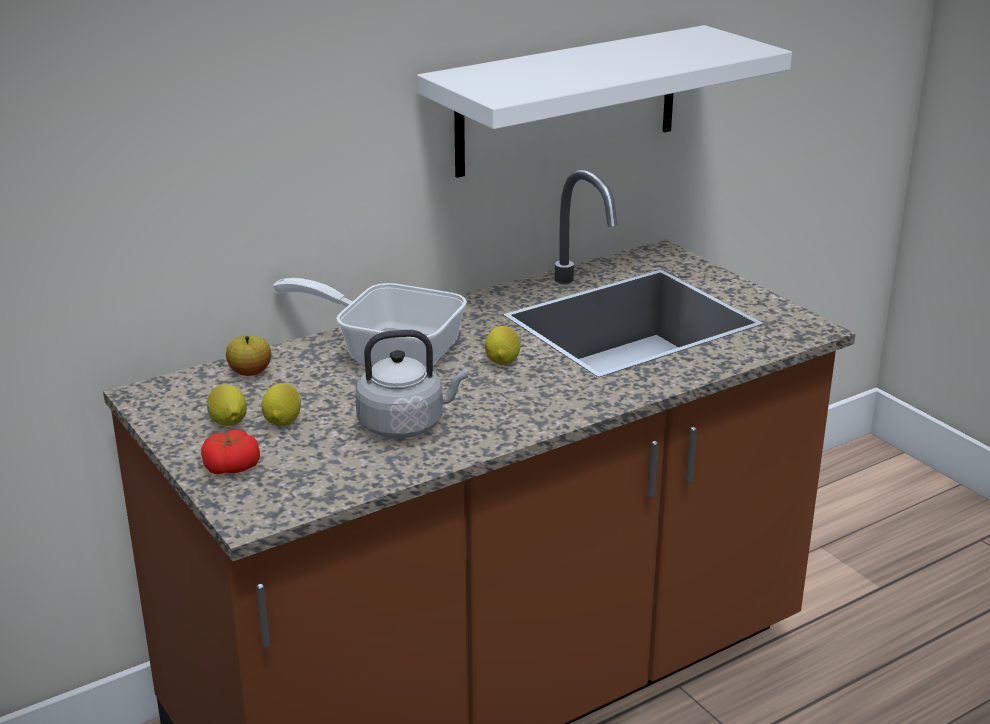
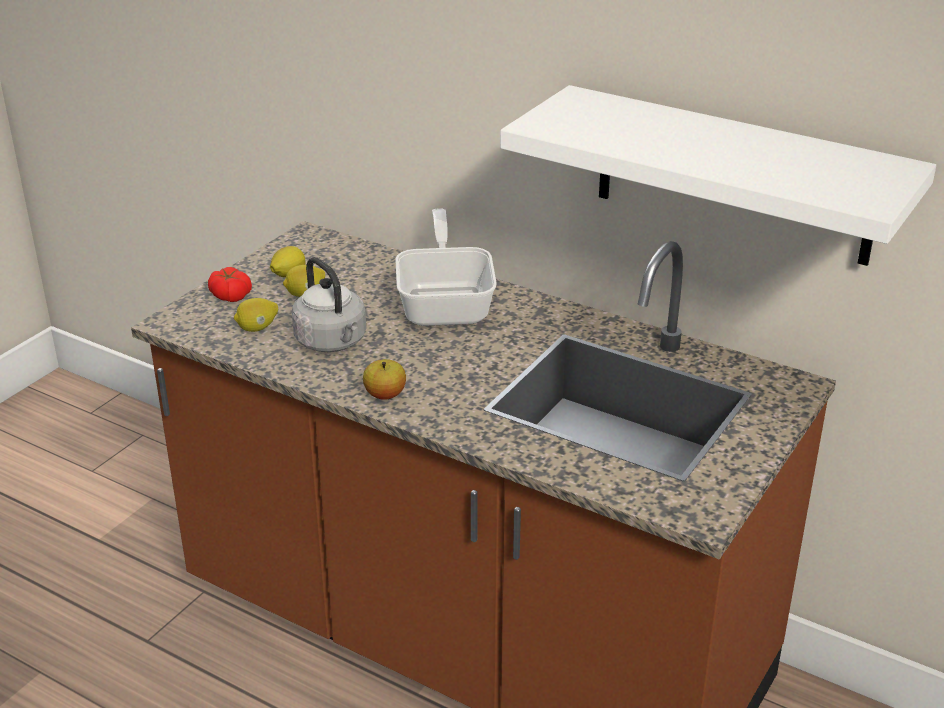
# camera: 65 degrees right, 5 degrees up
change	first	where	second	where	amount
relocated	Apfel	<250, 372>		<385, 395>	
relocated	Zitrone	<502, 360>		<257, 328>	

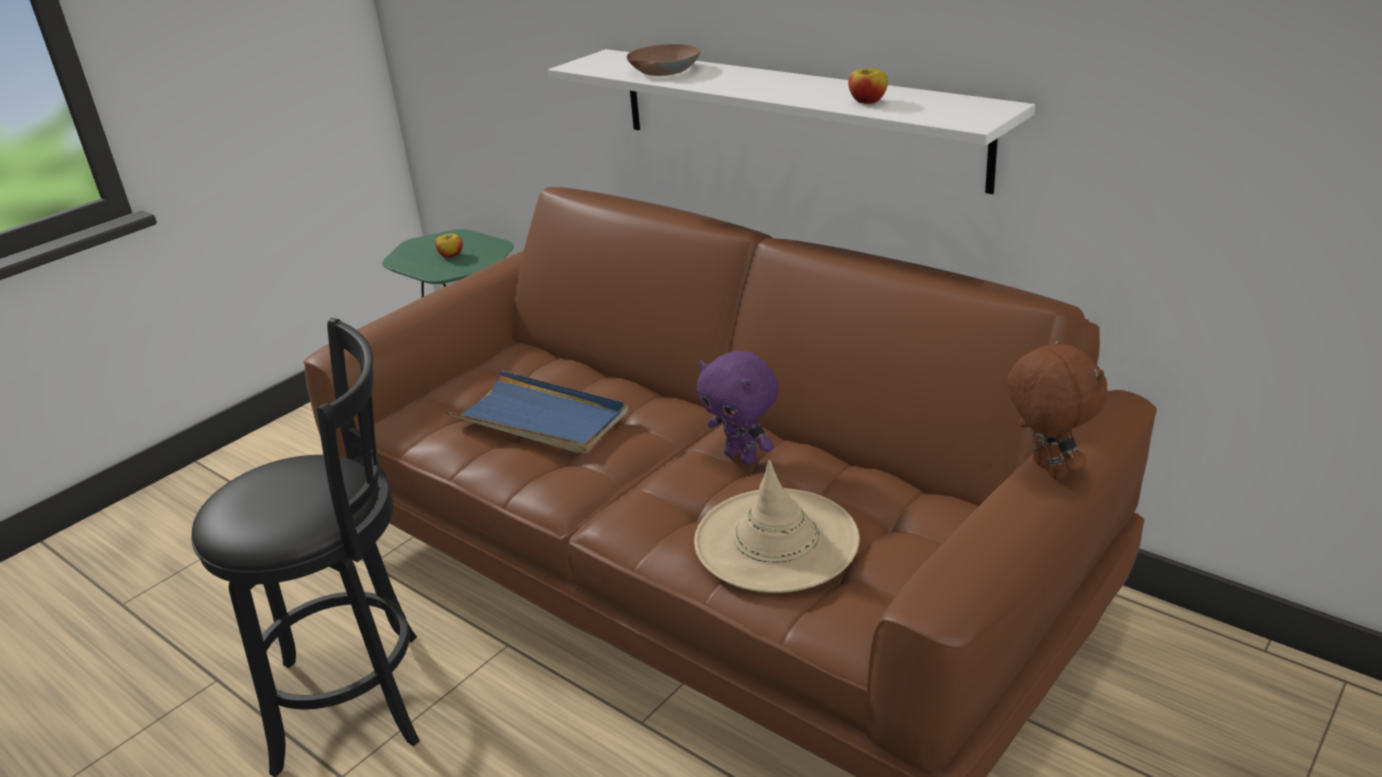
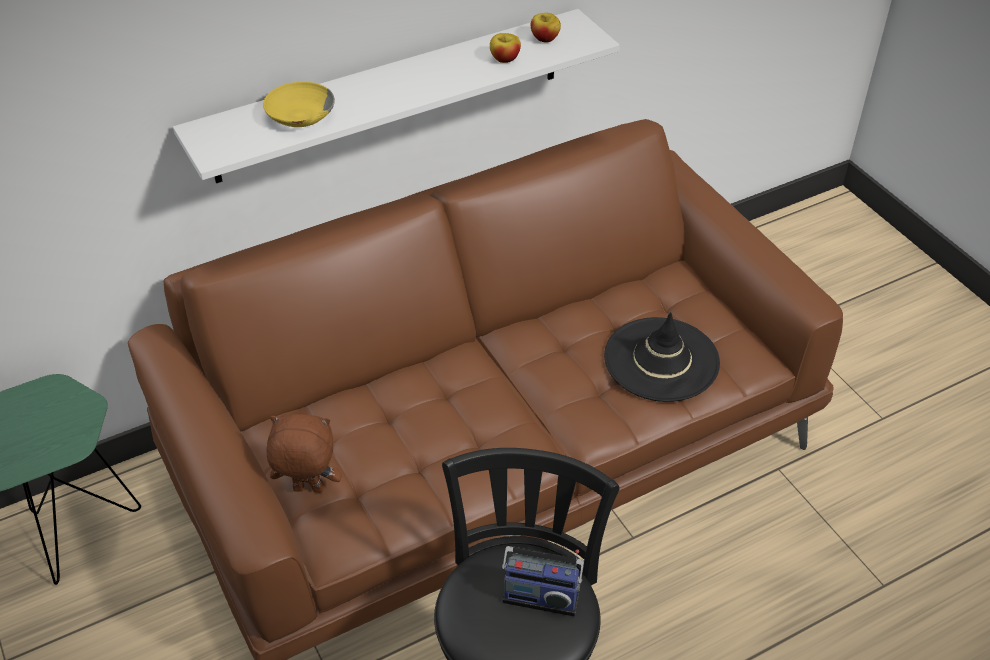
# camera: 70 degrees left, 15 degrees up
change	first	where	second	where	amount
relocated	Apfel	<451, 255>		<545, 38>	
missing	Tablett (blau)	<541, 418>			
colour	Schüssel (braun)	<663, 70>	Schüssel (gelb)	<299, 115>	
colour	Hut (beige)	<776, 540>	Hut (schwarz)	<661, 360>	
missing	Plüschtier (lila)	<742, 457>			
relocated	Plüschtier (braun)	<1046, 470>		<307, 490>	
appeared			Radio	<541, 595>	

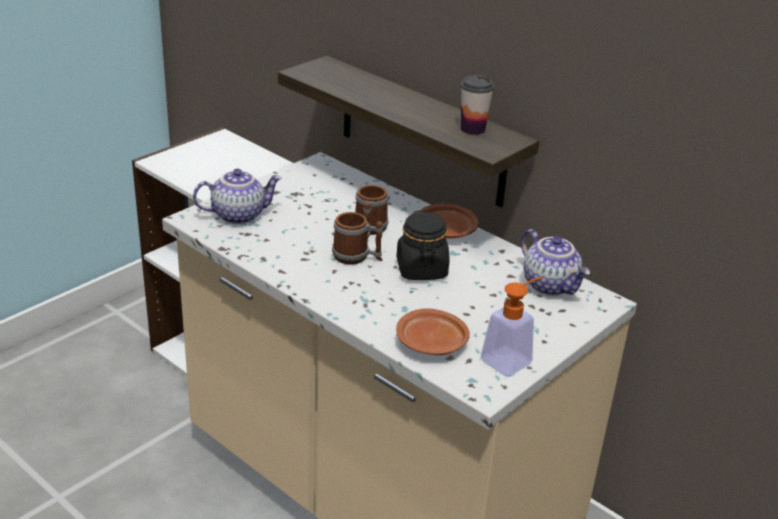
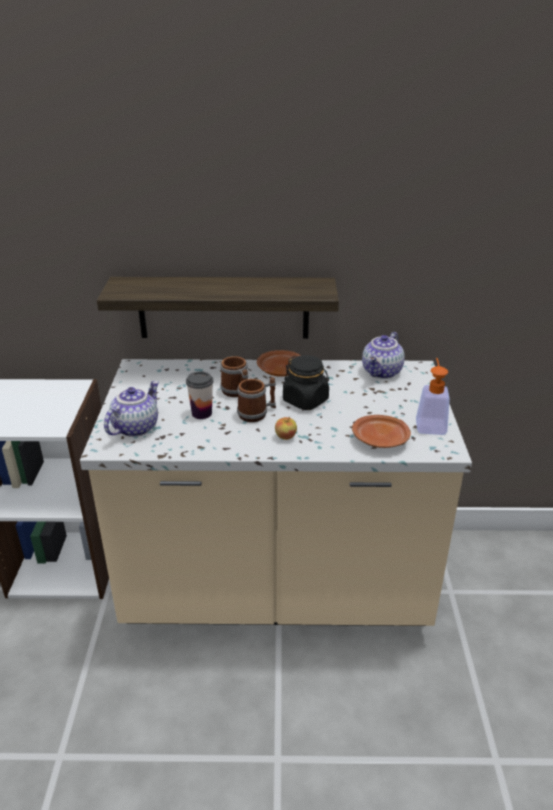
# camera: 40 degrees left, 0 degrees up
change	first	where	second	where	amount
relocated	Tasse	<472, 129>		<201, 413>	
spun	Teekanne	<551, 285>		<382, 372>	105 degrees clockwise
appeared			Apfel	<285, 437>	

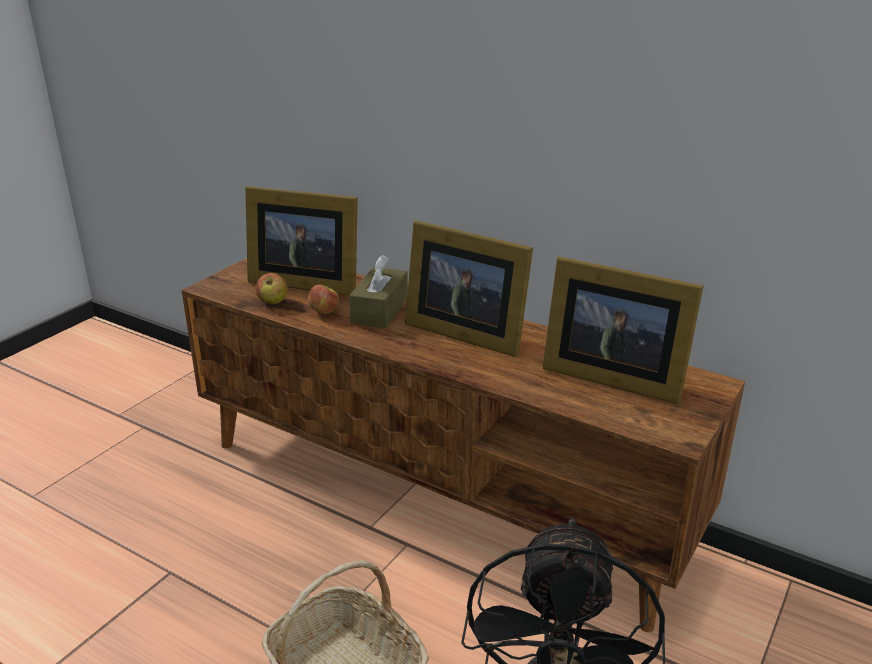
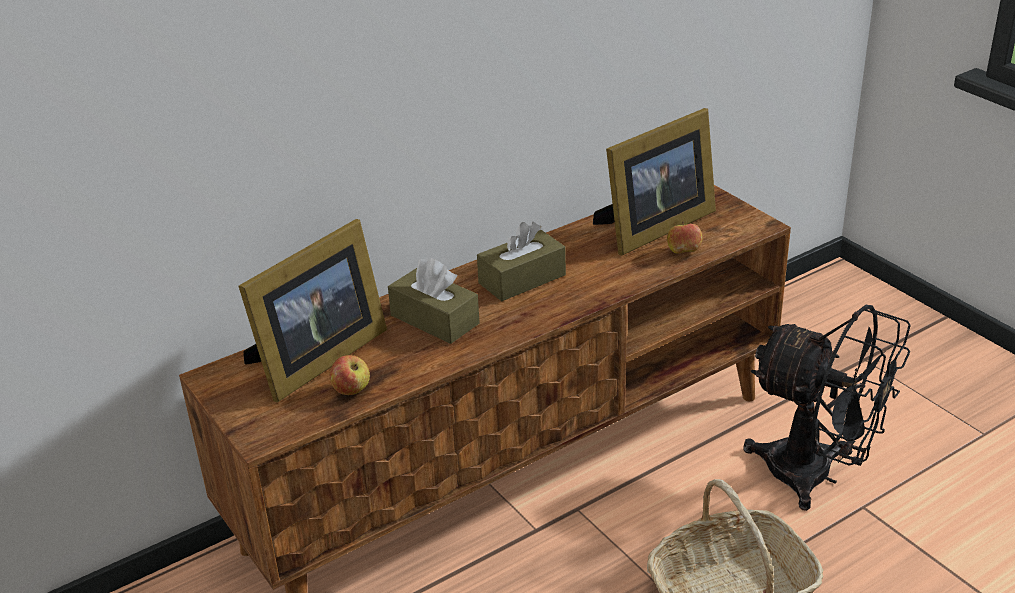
# camera: 65 degrees left, 5 degrees up
change	first	where	second	where	amount
relocated	Apfel	<324, 312>		<683, 252>	
exchanged	Bilderrahmen	<464, 331>	Taschentuchbox (braun)	<522, 279>	

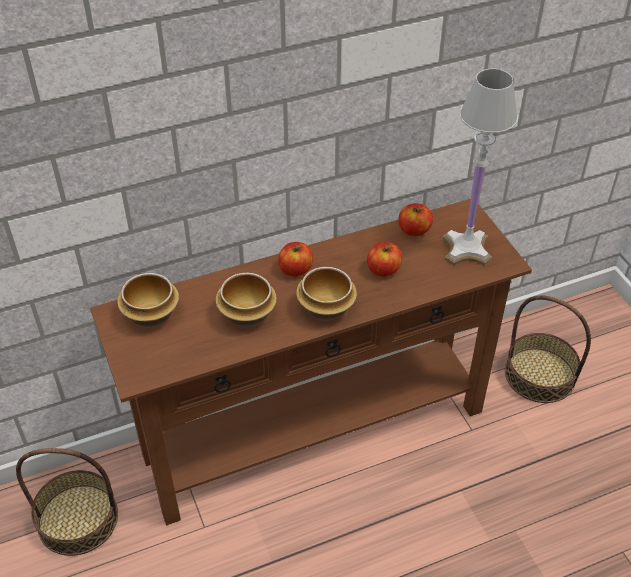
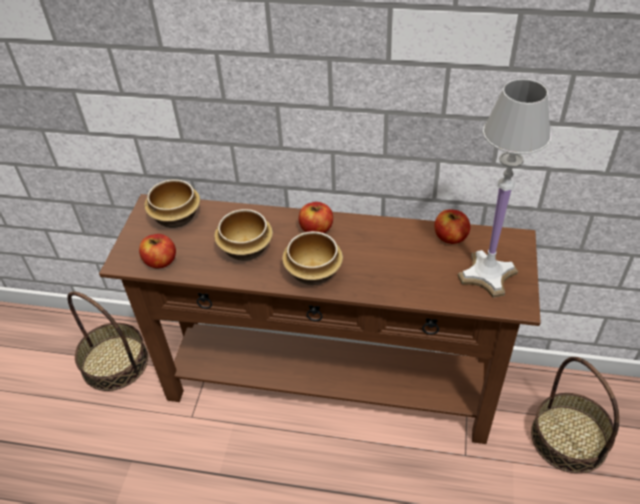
# camera: 35 degrees right, 0 degrees up
change	first	where	second	where	amount
relocated	Apfel	<383, 270>		<161, 261>	

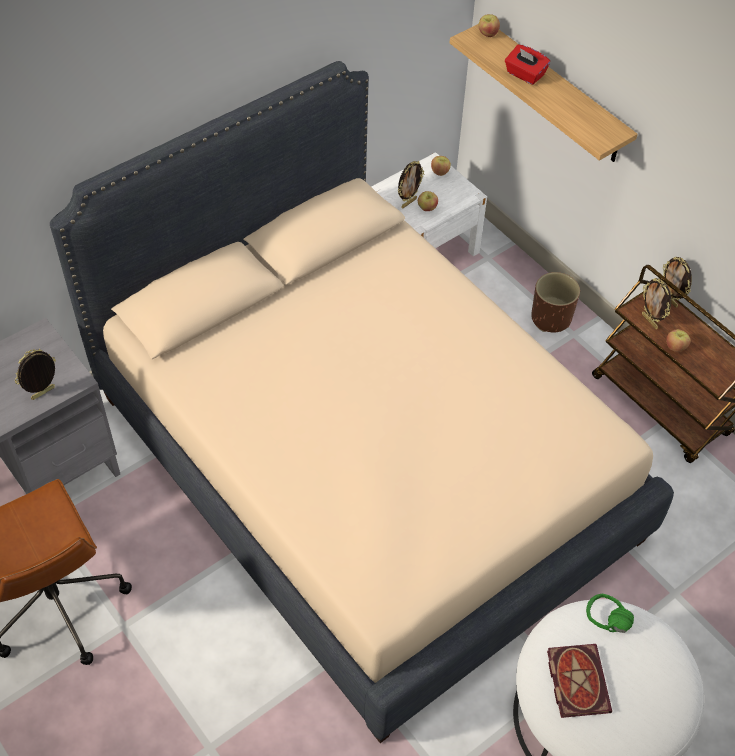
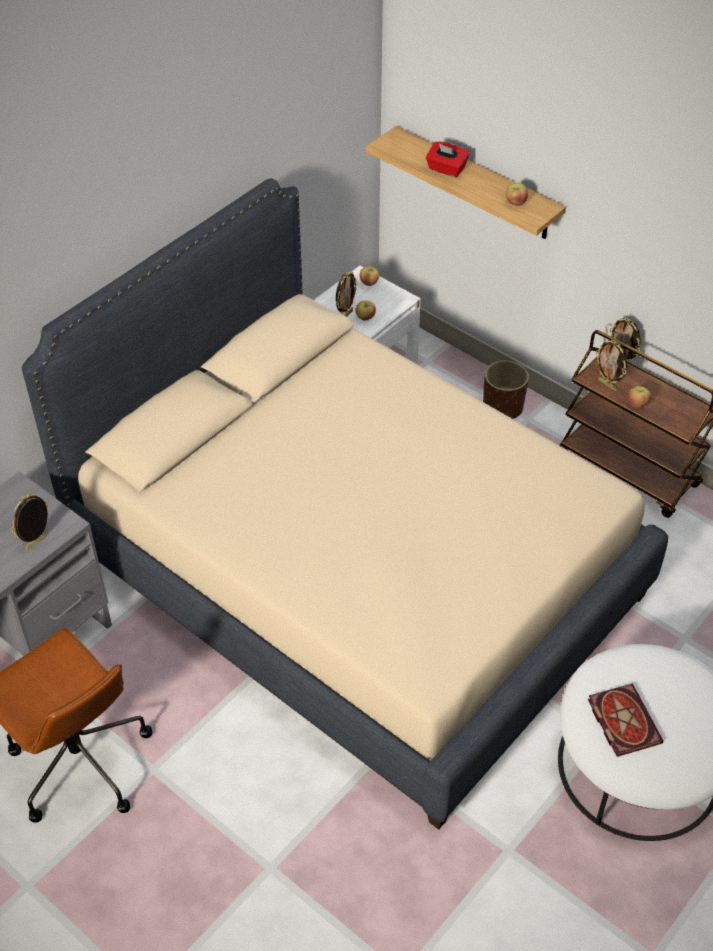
# camera: 10 degrees left, 5 degrees down
change	first	where	second	where	amount
relocated	Apfel	<488, 34>		<515, 202>	
missing	Kopfhörer (grün)	<605, 624>			

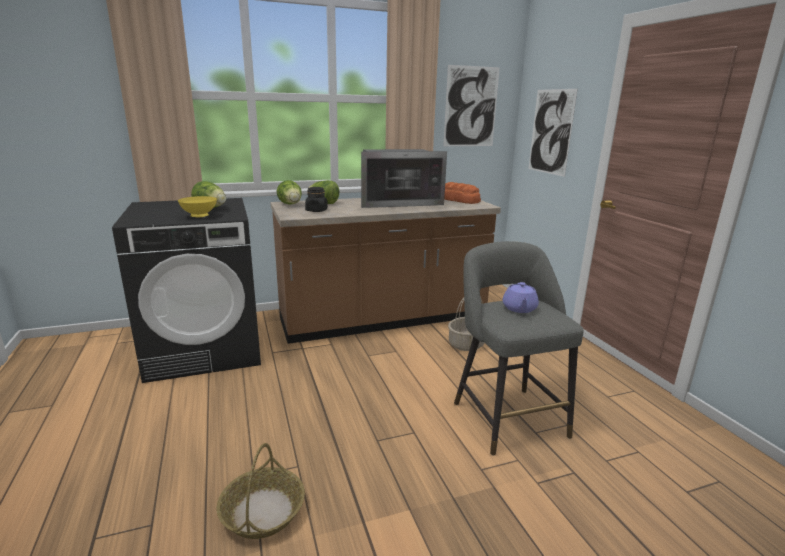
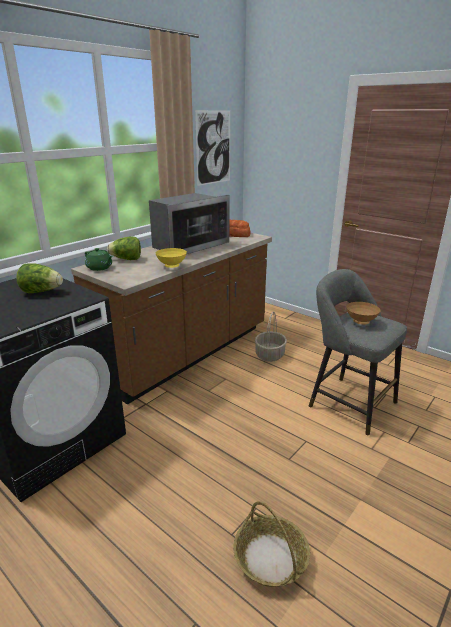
# camera: 30 degrees left, 5 degrees up
change	first	where	second	where	amount
relocated	Schüssel (gelb)	<199, 217>		<172, 266>	
exchanged	Salatkopf	<291, 205>	Teekanne (grün)	<100, 268>	
missing	Vorratsglas (schwarz)	<316, 210>			
exchanged	Teekanne (lila)	<519, 309>	Schüssel (braun)	<361, 322>	
missing	Bild	<551, 132>			

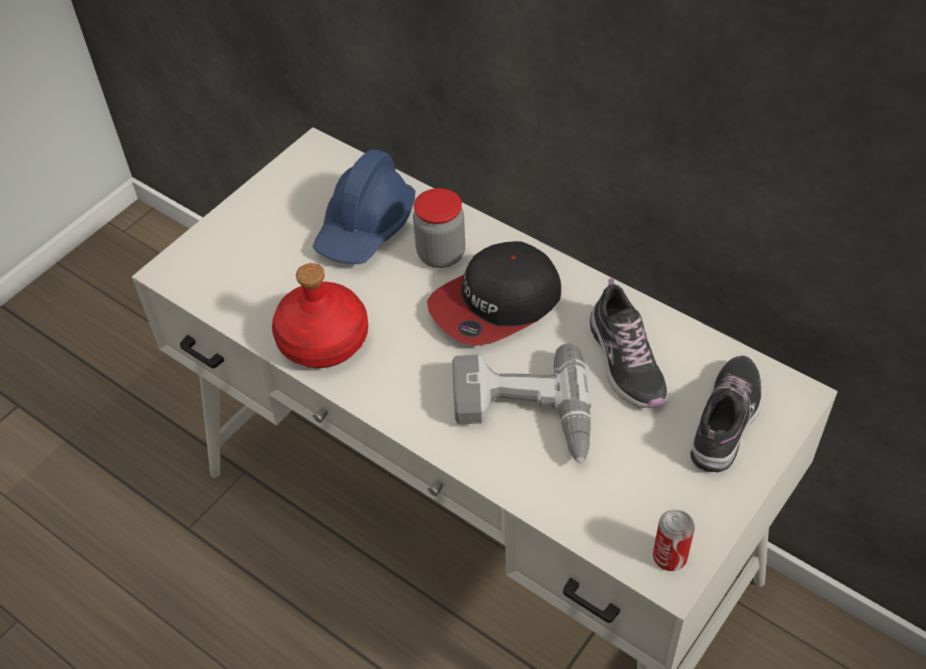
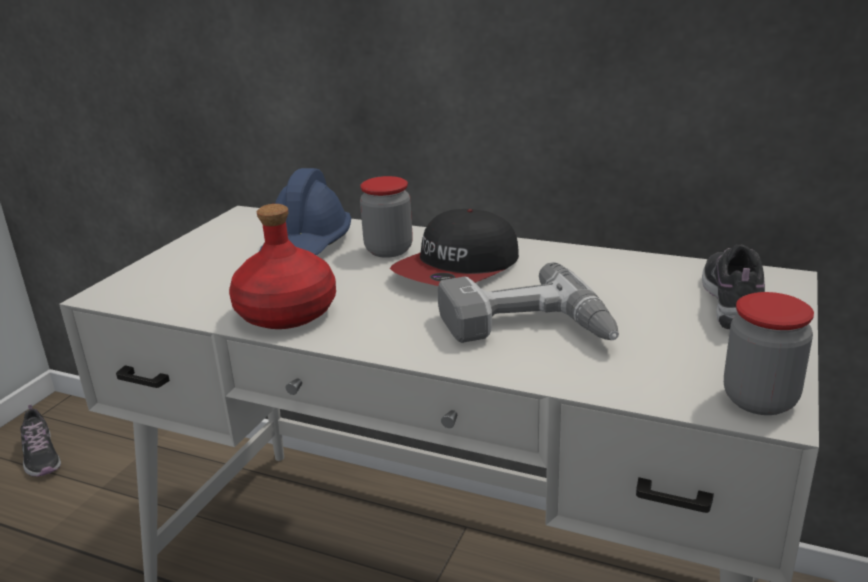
# camera: 15 degrees left, 25 degrees down
change	first	where	second	where	amount
relocated	Schuh	<626, 361>		<41, 456>	
exchanged	Dose	<669, 557>	Vorratsglas	<759, 400>	

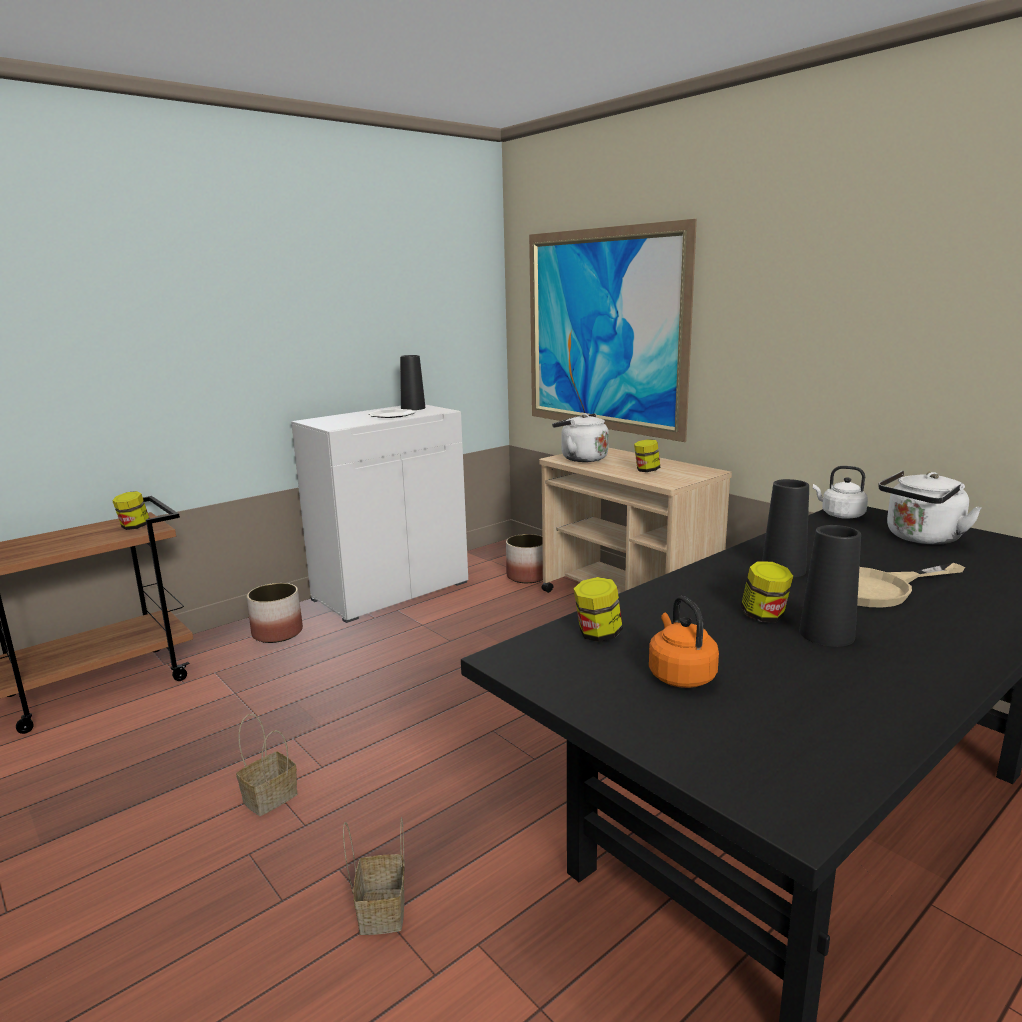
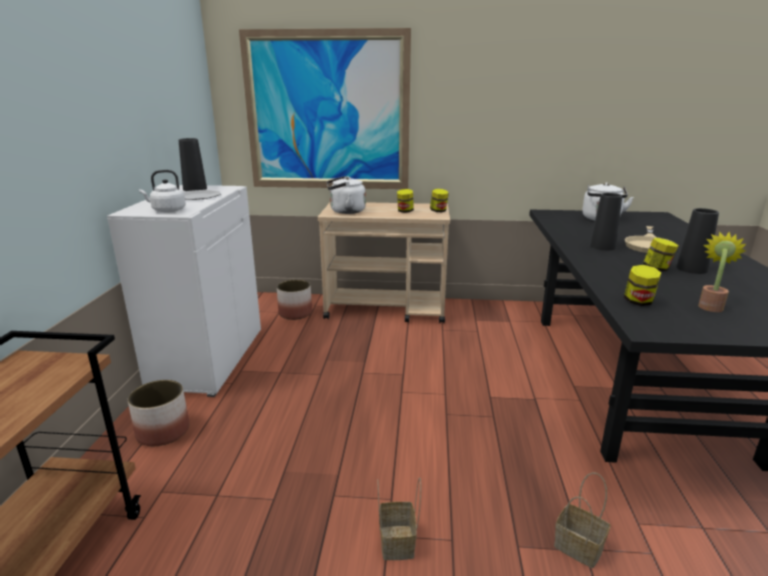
# camera: 45 degrees left, 5 degrees up
change	first	where	second	where	amount
relocated	Vorratsglas	<134, 527>		<438, 211>	
exchanged	Wasserkessel (orange)	<680, 675>	Topfpflanze	<710, 305>	
relocated	Wasserkessel (weiß)	<840, 515>		<167, 210>	

